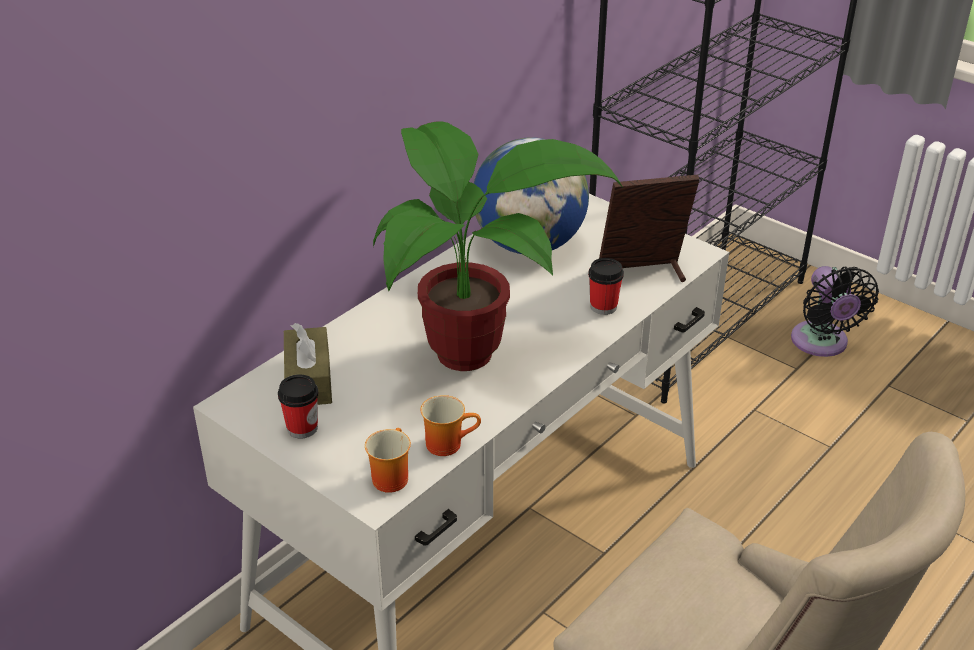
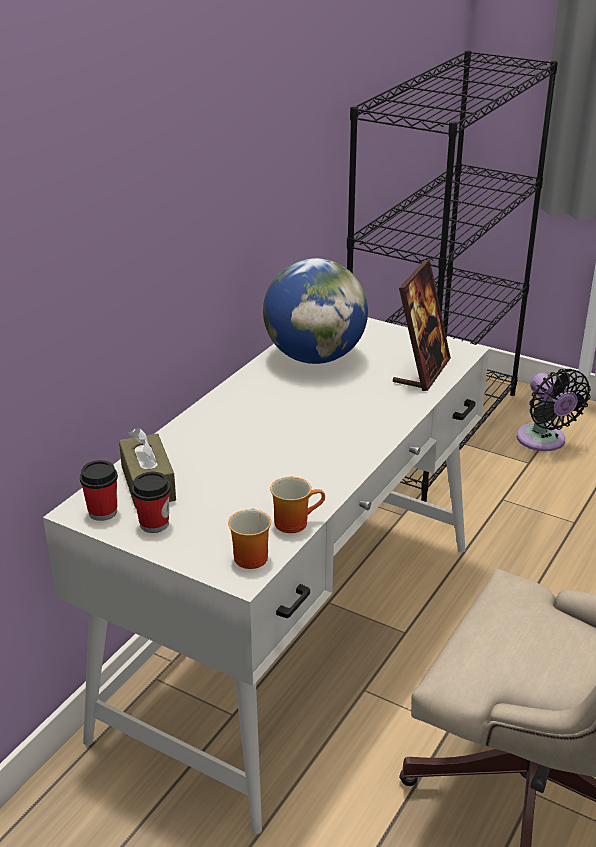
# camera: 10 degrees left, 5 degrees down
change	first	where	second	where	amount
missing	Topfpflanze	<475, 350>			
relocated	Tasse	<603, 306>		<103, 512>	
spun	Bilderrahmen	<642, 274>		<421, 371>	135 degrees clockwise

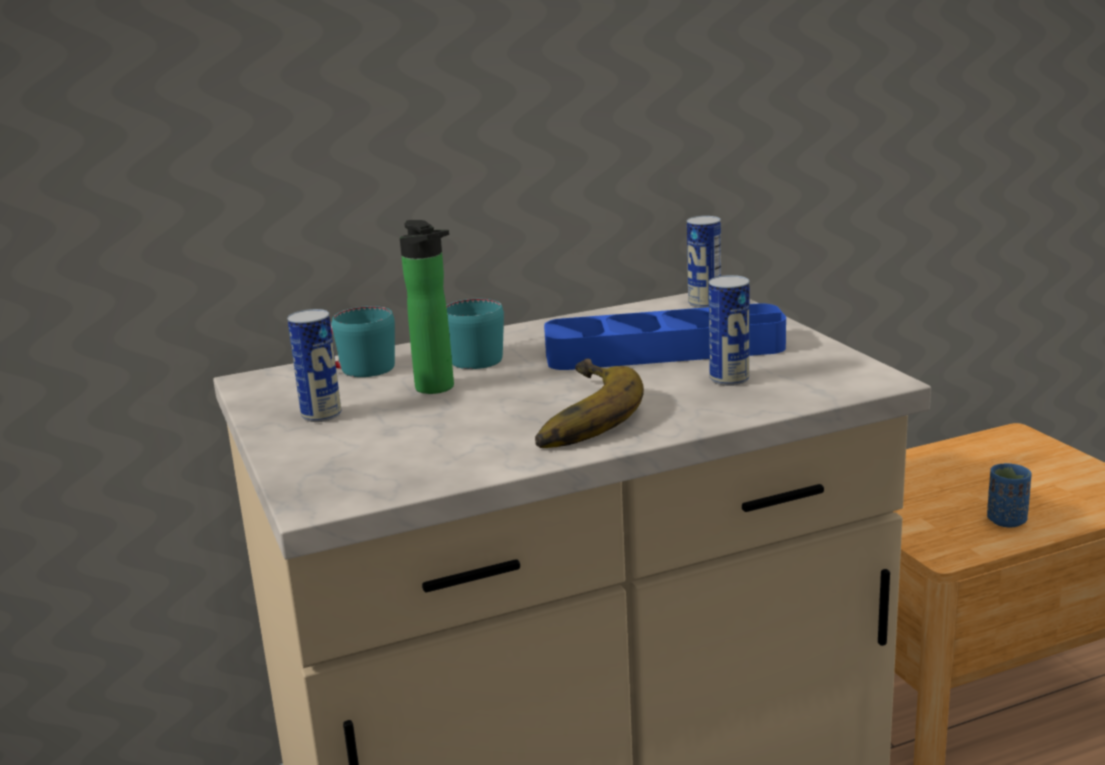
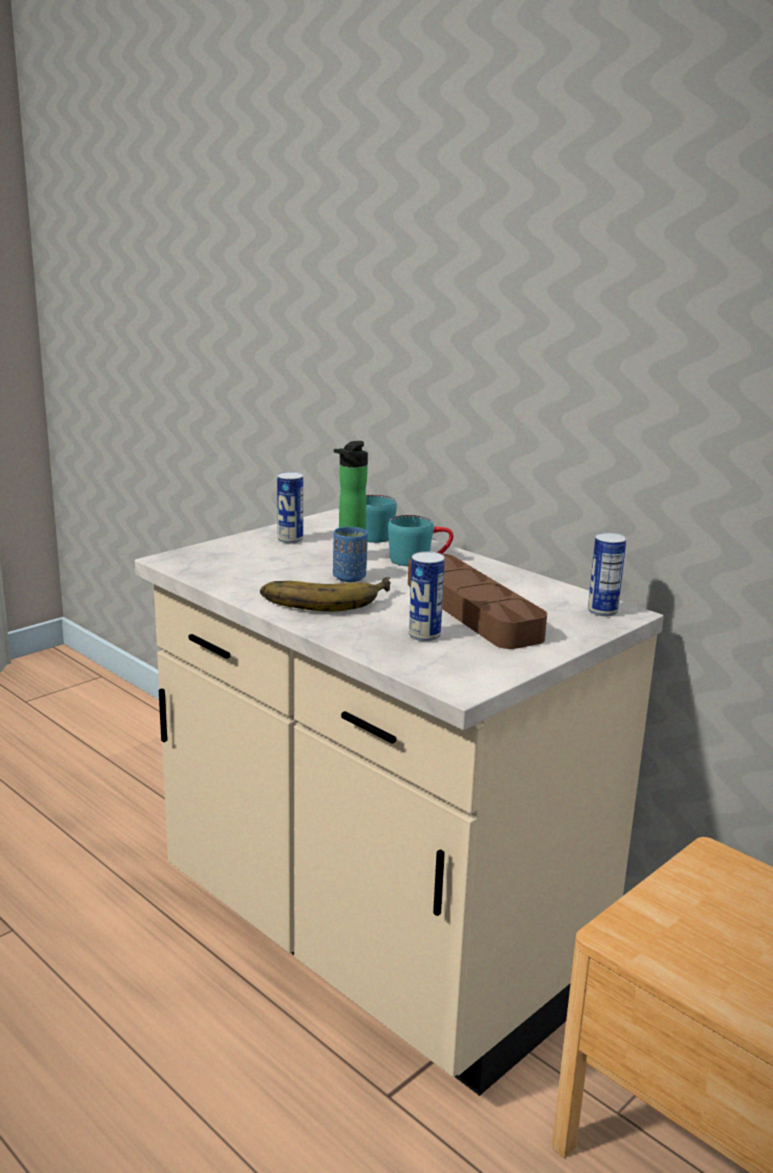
# camera: 65 degrees right, 0 degrees up
change	first	where	second	where	amount
colour	Tablett (blau)	<664, 351>	Tablett (braun)	<472, 609>	
relocated	Tasse (blau)	<1006, 521>		<349, 577>	

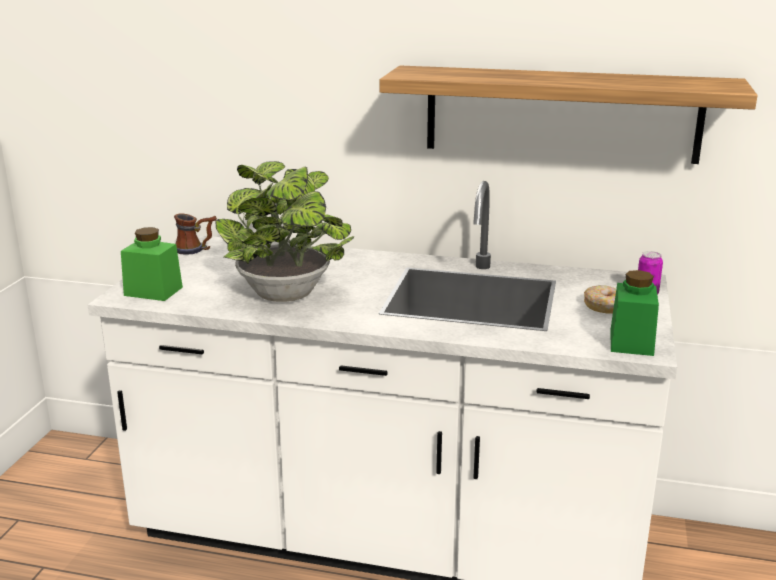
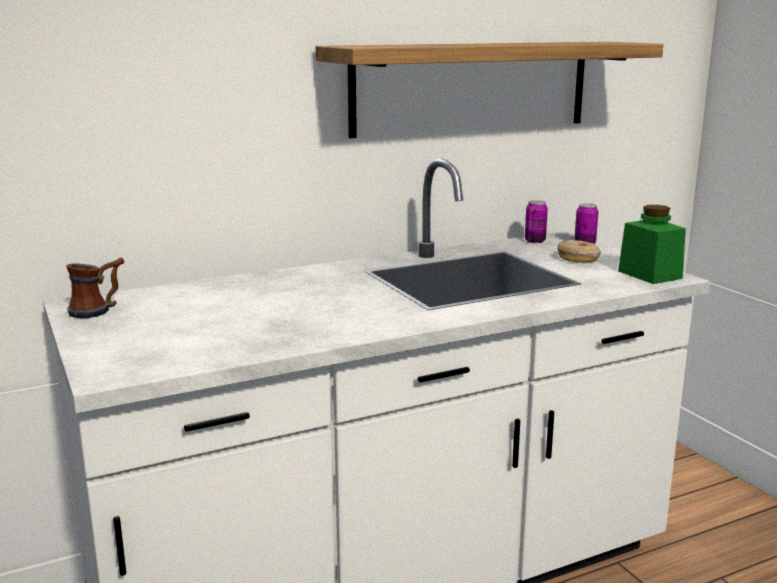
# camera: 40 degrees left, 5 degrees down
change	first	where	second	where	amount
missing	Vorratsglas (grün)	<153, 291>			
missing	Topfpflanze	<287, 297>			
appeared			Dose	<535, 241>	

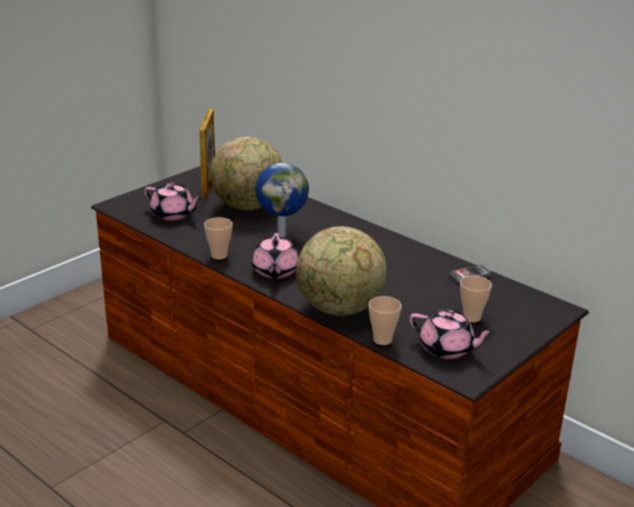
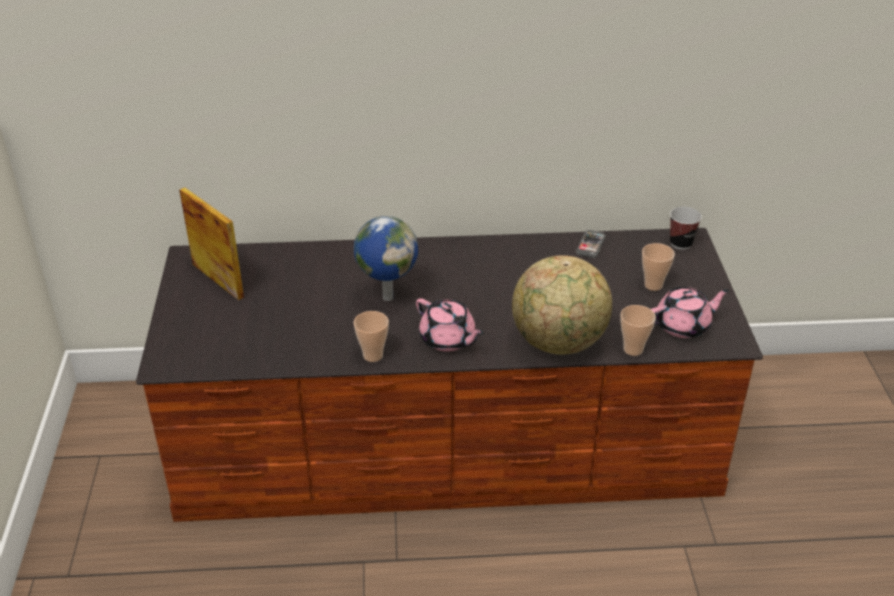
# camera: 45 degrees left, 10 degrees up
change	first	where	second	where	amount
missing	Teekanne (rosa)	<173, 214>			
missing	Globus	<248, 206>			
appeared			Tasse	<681, 243>	

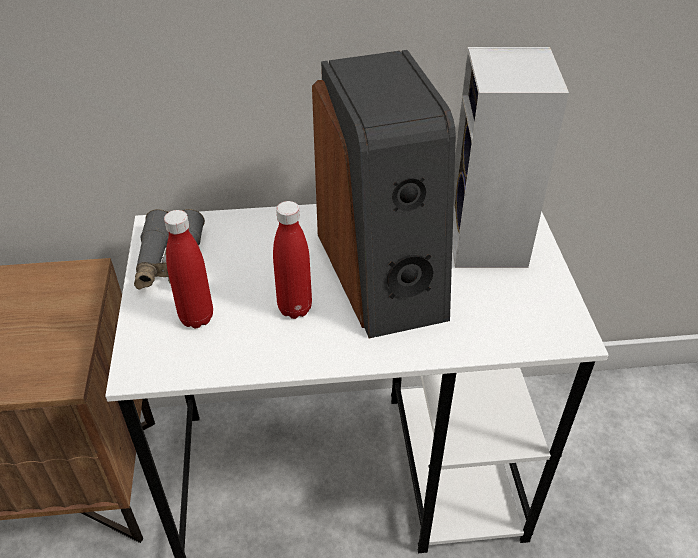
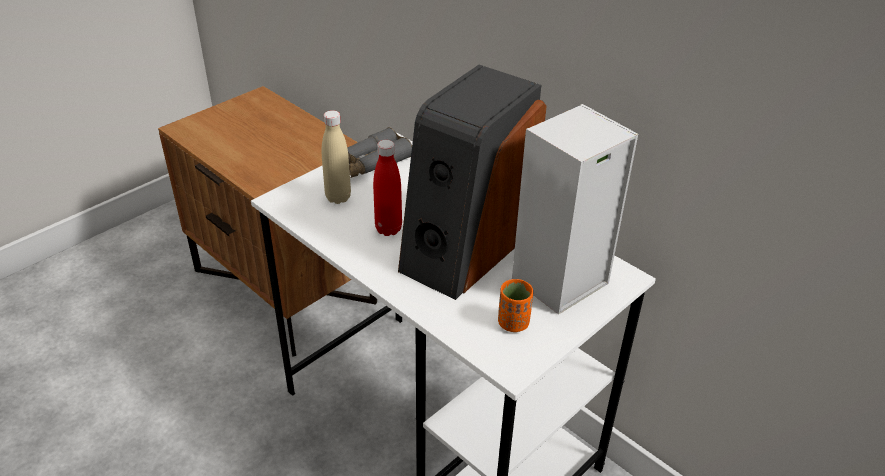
# camera: 50 degrees right, 5 degrees down
change	first	where	second	where	amount
colour	Flasche (rot)	<196, 318>	Flasche (beige)	<338, 197>	
appeared			Tasse (orange)	<513, 323>	

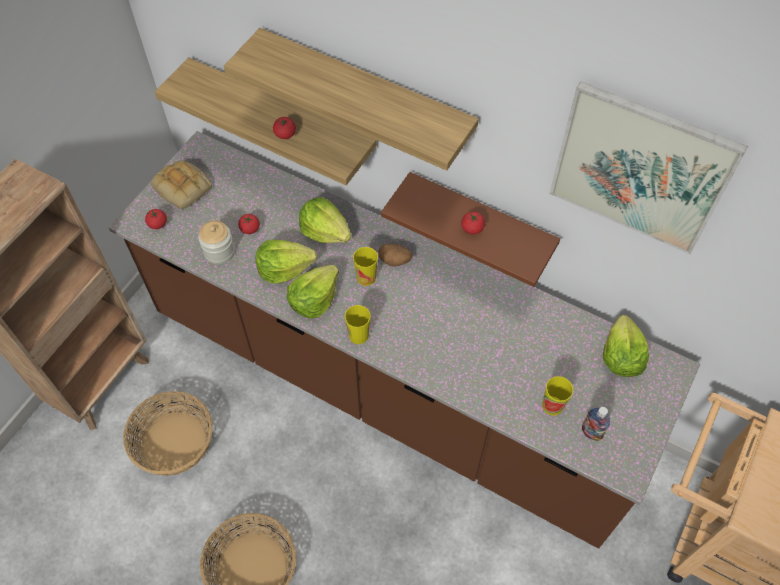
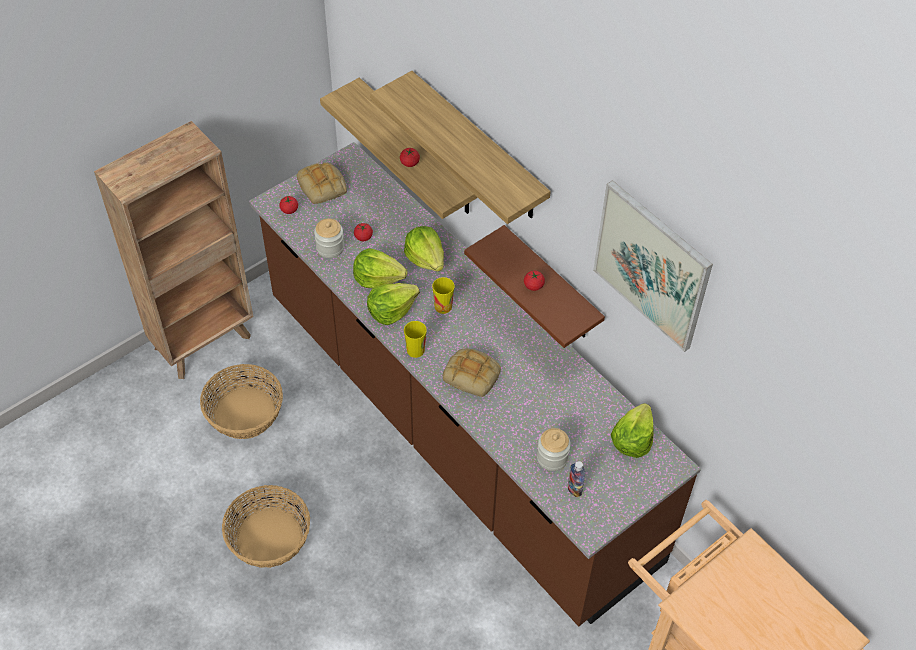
# camera: 20 degrees right, 5 degrees down
change	first	where	second	where	amount
missing	Kartoffel	<395, 260>			
exchanged	Tasse	<552, 405>	Vorratsglas	<552, 458>	
appeared			Brot	<473, 375>	

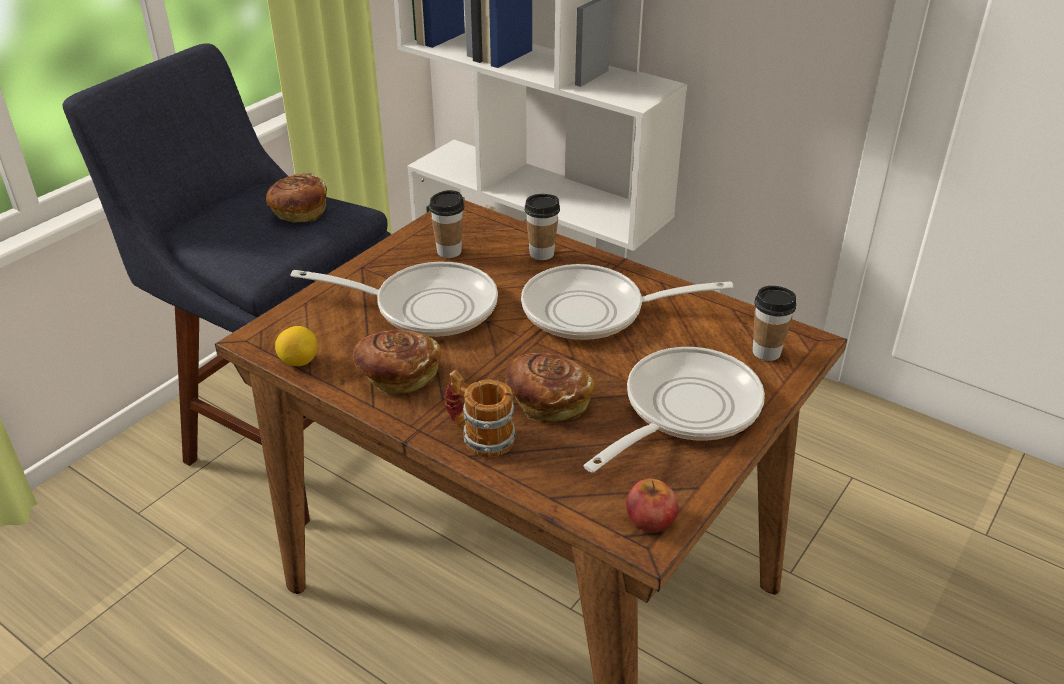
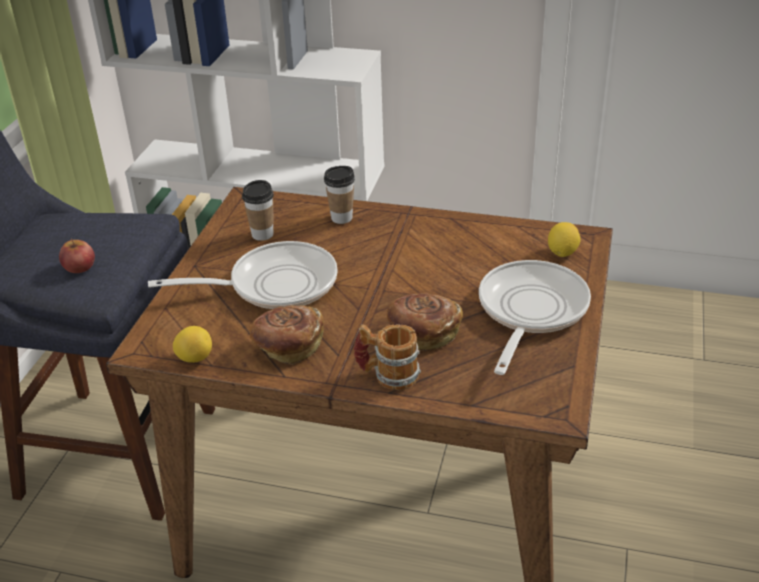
# camera: 20 degrees left, 0 degrees up
change	first	where	second	where	amount
missing	Brot	<299, 212>			
missing	Pfanne	<594, 311>			
relocated	Apfel	<650, 518>		<79, 266>	
exchanged	Tasse	<766, 352>	Zitrone	<562, 252>	

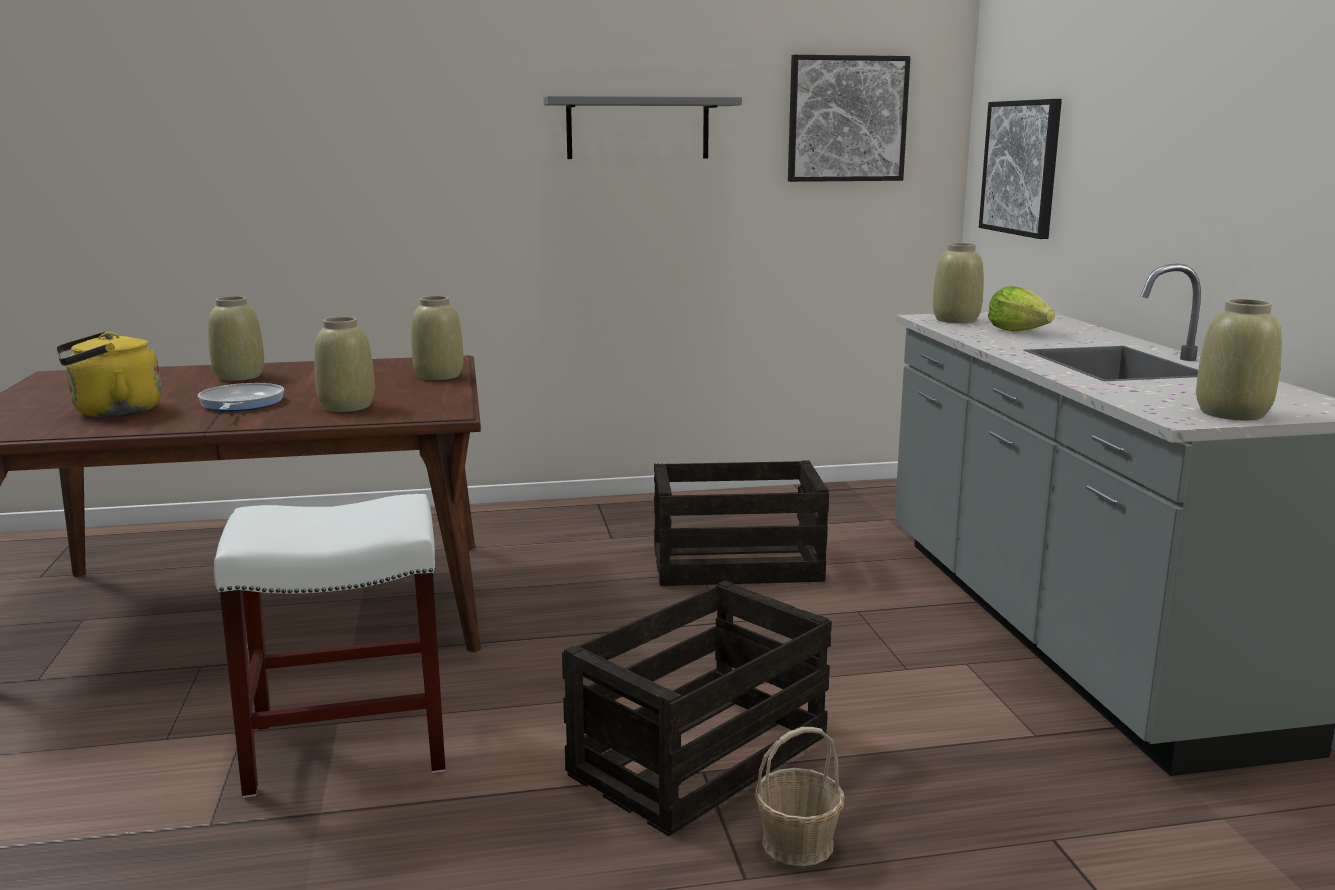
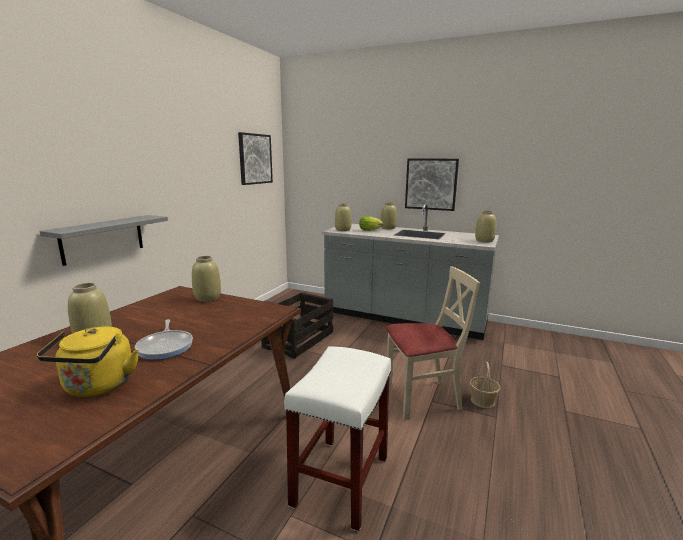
# camera: 55 degrees left, 0 degrees up
change	first	where	second	where	amount
spun	Pfanne	<240, 404>		<166, 346>	135 degrees counterclockwise
relocated	Vase (beige)	<347, 406>		<388, 228>	
relocated	Wandregal (grau)	<638, 128>		<103, 239>	
exchanged	Kiste	<698, 757>	Stuhl (beige)	<422, 398>	
relocated	Bild	<1021, 167>		<431, 184>	

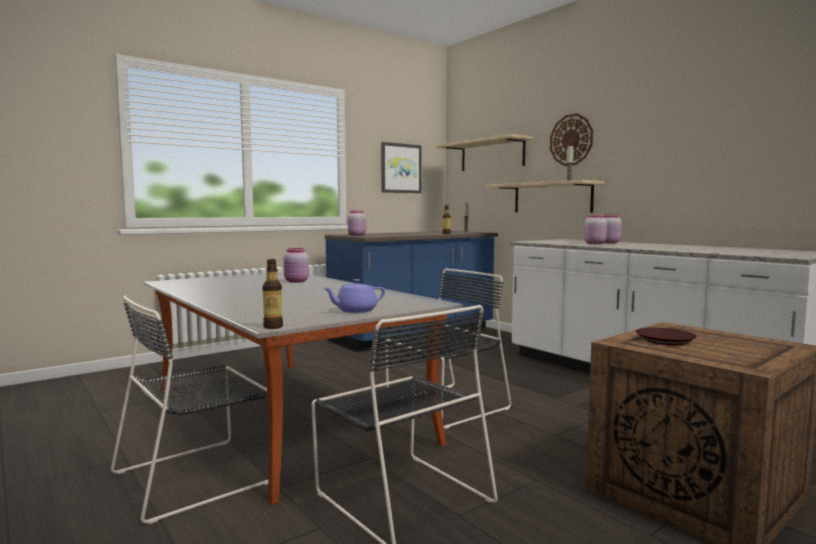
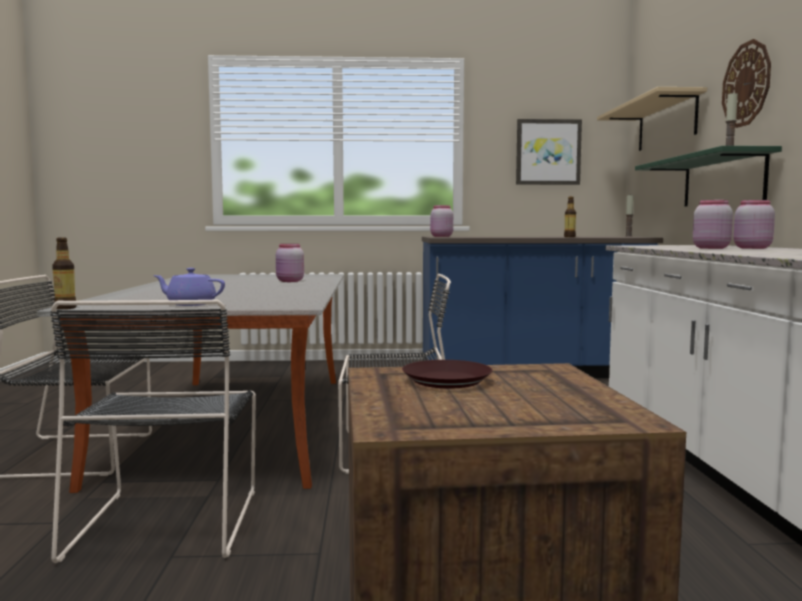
# camera: 35 degrees right, 0 degrees up
change	first	where	second	where	amount
colour	Wandregal (beige)	<552, 198>	Wandregal (grün)	<722, 180>	

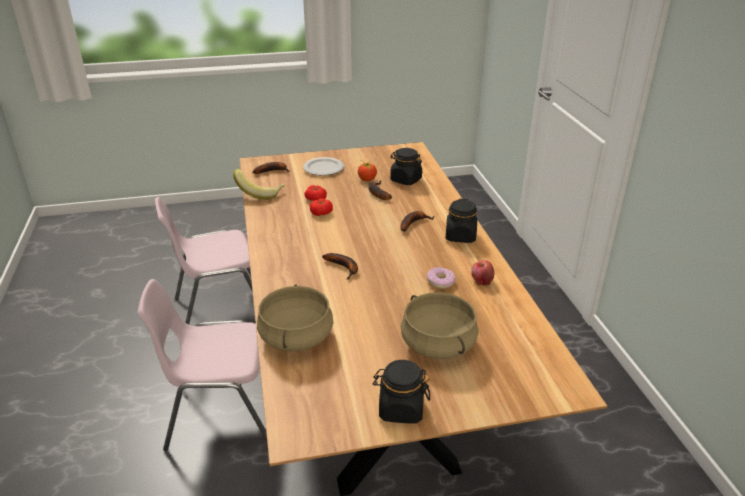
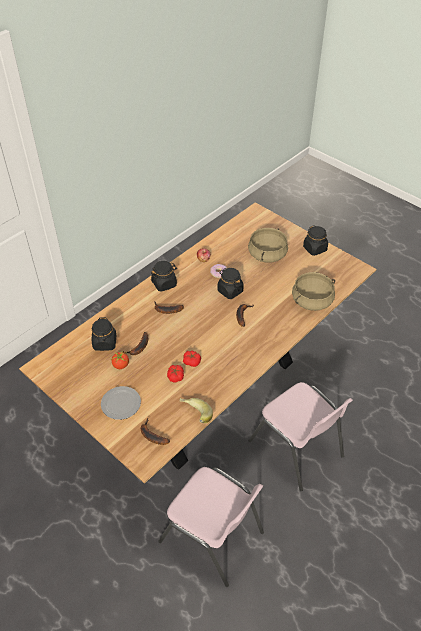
# camera: 125 degrees left, 15 degrees up
change	first	where	second	where	amount
appeared			Vorratsglas (schwarz)	<230, 291>	

